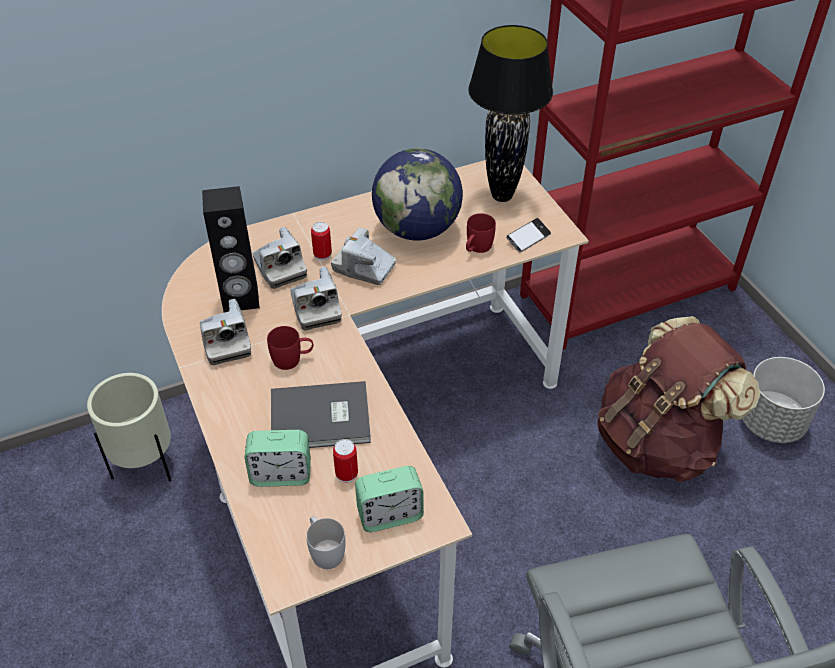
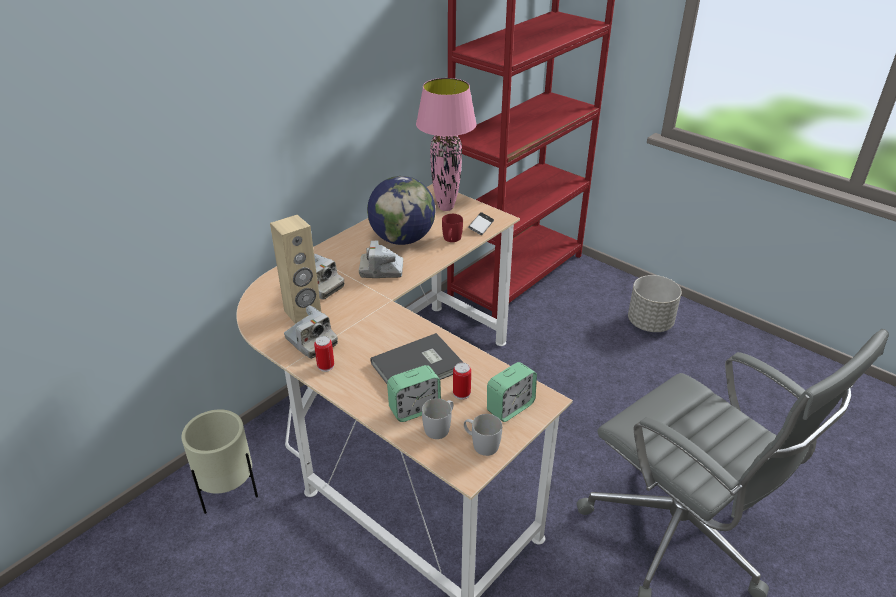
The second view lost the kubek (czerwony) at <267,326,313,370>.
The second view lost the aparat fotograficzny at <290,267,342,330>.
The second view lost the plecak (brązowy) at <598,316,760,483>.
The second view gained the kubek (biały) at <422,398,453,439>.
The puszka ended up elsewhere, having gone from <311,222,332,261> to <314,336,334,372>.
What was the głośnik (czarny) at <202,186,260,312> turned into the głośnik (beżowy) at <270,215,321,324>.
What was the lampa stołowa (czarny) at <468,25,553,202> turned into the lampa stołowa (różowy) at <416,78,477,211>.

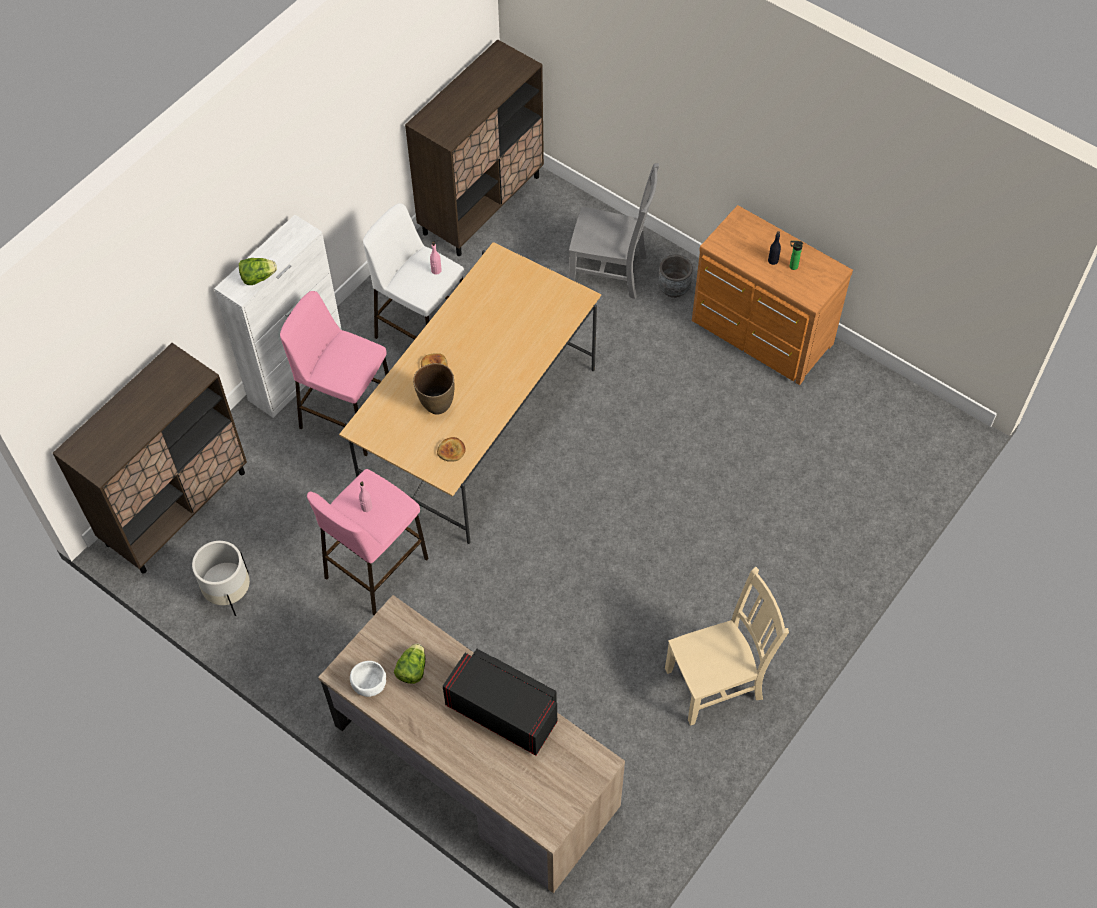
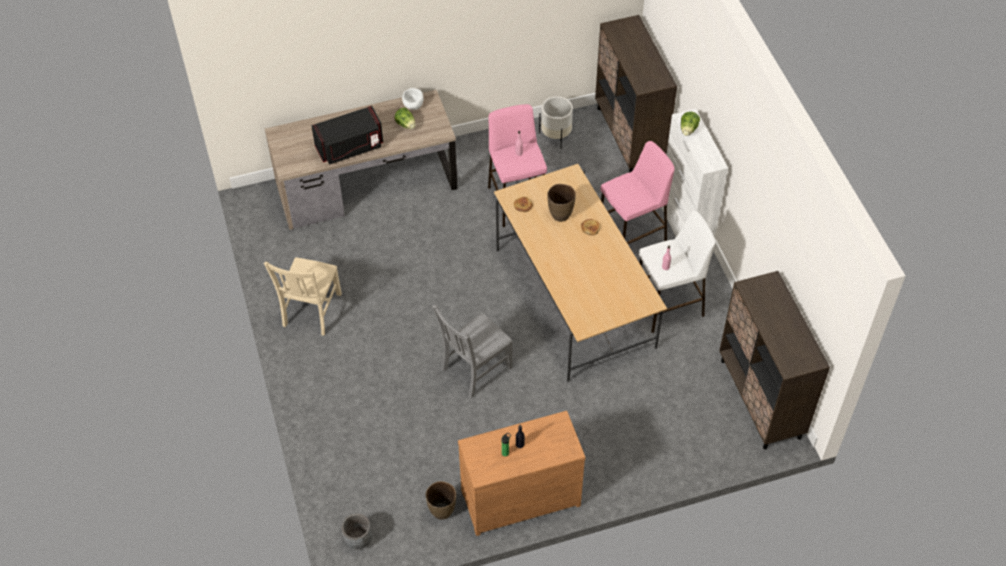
The second view gained the wazon (brązowy) at <426,481,456,520>.
The krzesło (szary) ended up elsewhere, having gone from <569,163,659,299> to <433,305,513,398>.
The donica (szary) ended up elsewhere, having gone from <658,254,693,298> to <341,513,372,549>.

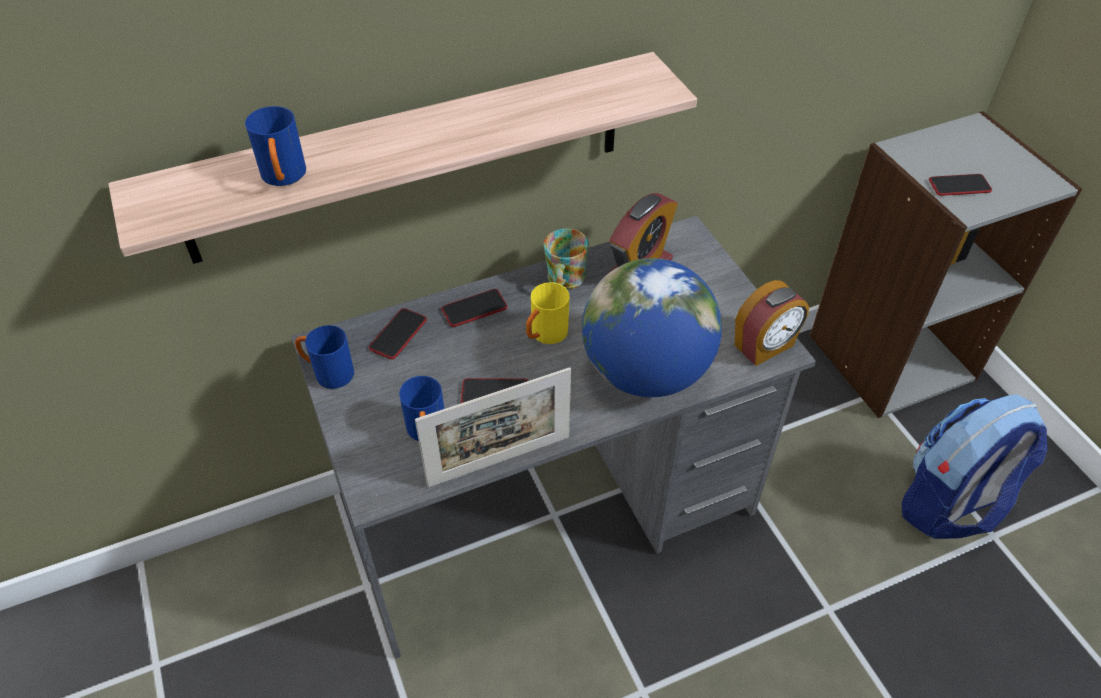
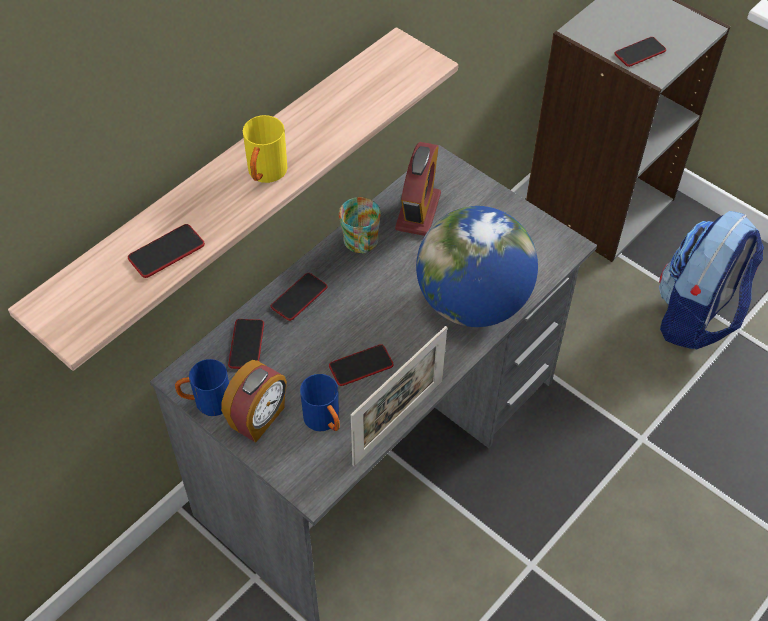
The kubek (żółty) ended up elsewhere, having gone from <526,282,569,344> to <243,115,287,183>.
The budzik ended up elsewhere, having gone from <735,280,809,366> to <221,360,287,442>.
Where the kubek (niebieski) stood at <245,106,306,186>, the telefon came to stand at <128,224,205,278>.

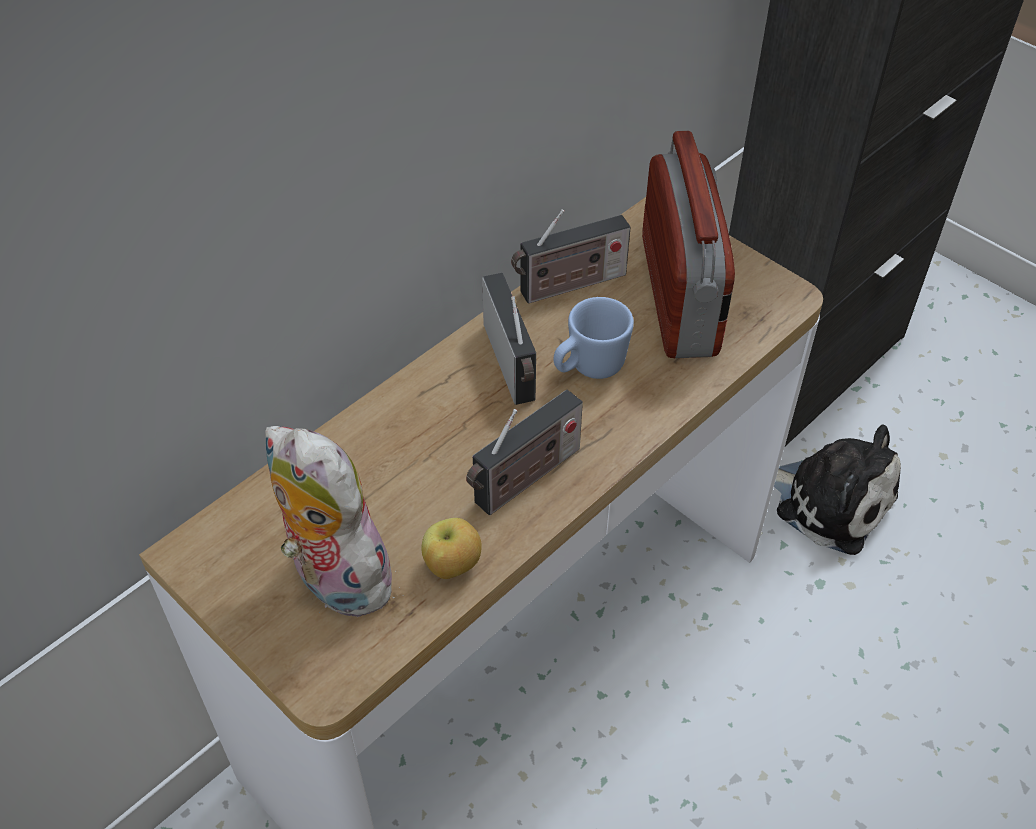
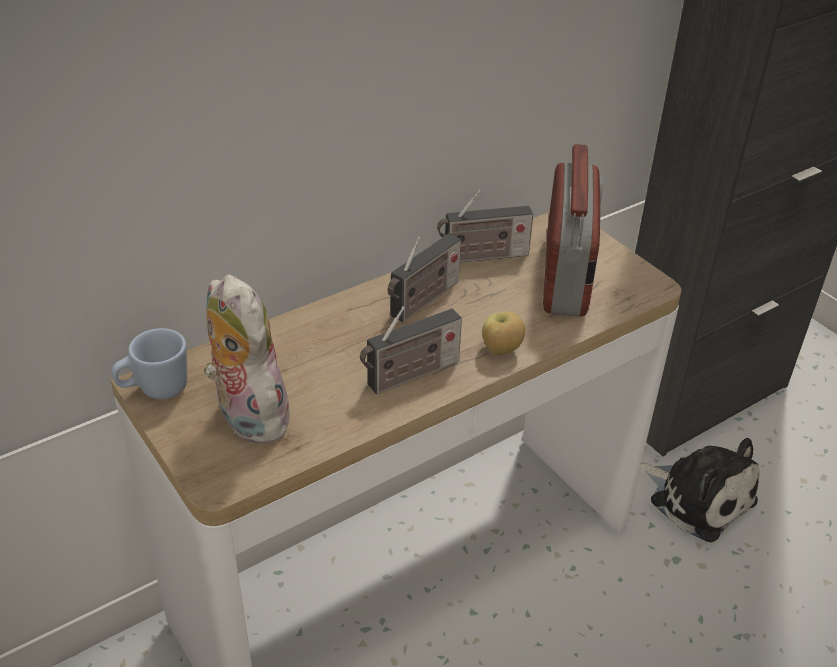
The jabłko ended up elsewhere, having gone from <422,518,482,579> to <482,311,525,355>.
The kubek (niebieski) ended up elsewhere, having gone from <553,297,634,379> to <112,328,187,399>.
The radio at <482,273,536,405> ended up facing another way, 45 degrees clockwise from before.

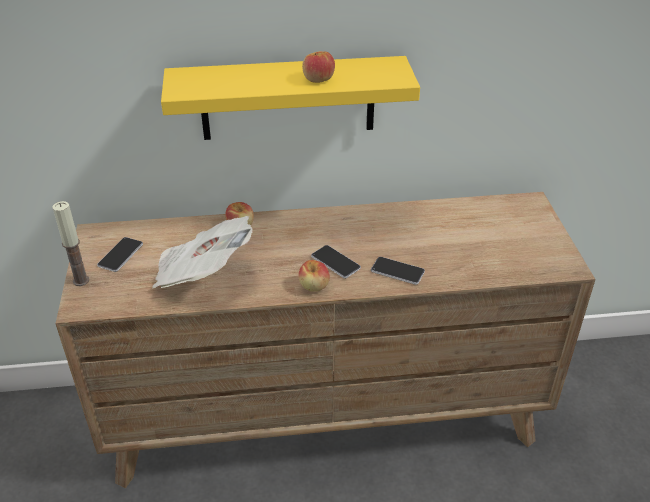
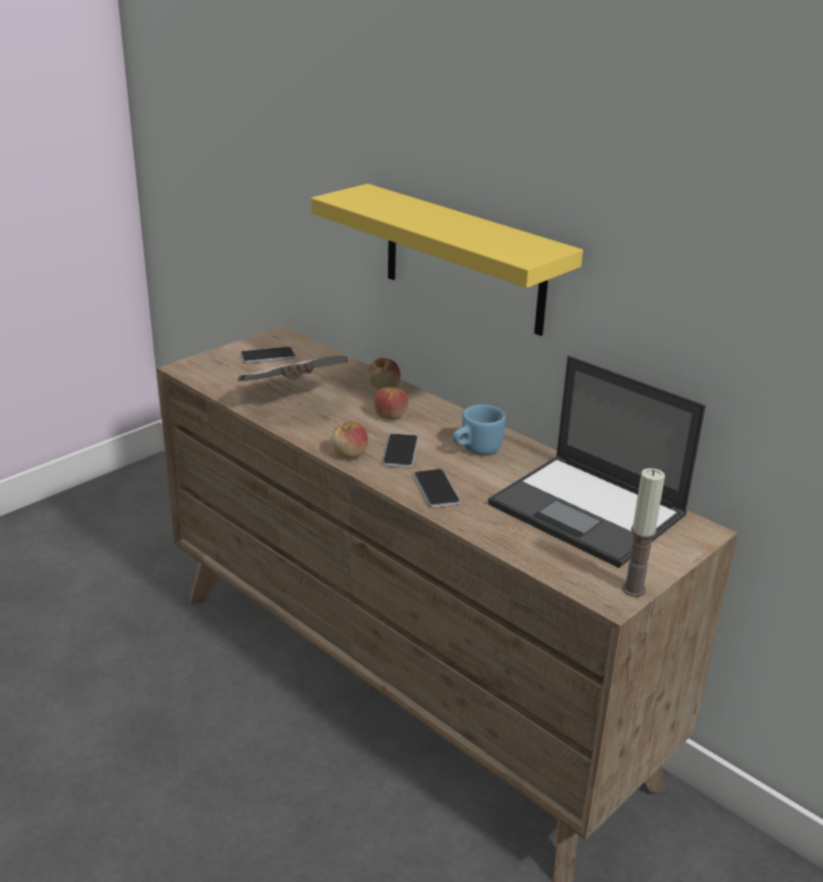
The second view gained the kubek (niebieski) at <453,404,506,455>.
The second view gained the laptop at <488,355,706,568>.
The świeca ended up elsewhere, having gone from <52,201,89,286> to <622,468,665,597>.
The jabłko ended up elsewhere, having gone from <302,51,335,83> to <373,387,408,420>.

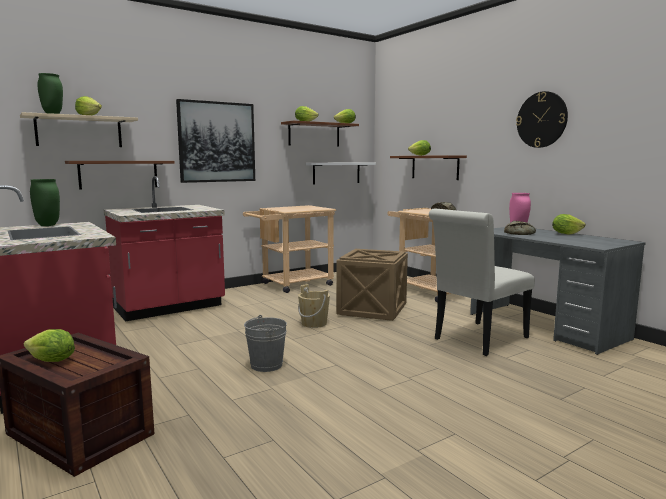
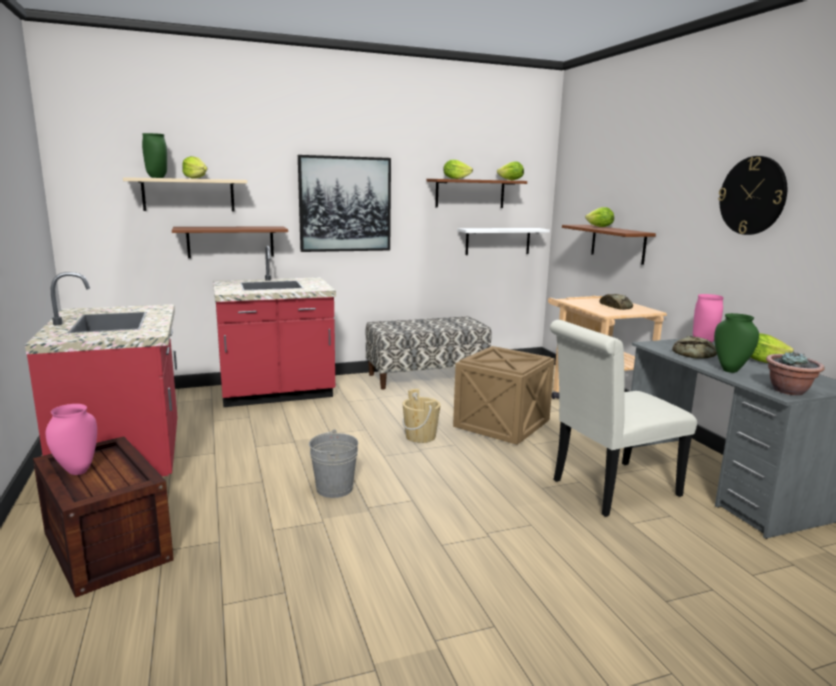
The second view gained the roślina doniczkowa at <766,351,825,395>.
The wazon (zielony) ended up elsewhere, having gone from <30,179,60,226> to <714,313,759,373>.
Where the sałata stood at <24,329,75,362>, the wazon (różowy) came to stand at <46,404,97,475>.
Where the wózek (beżowy) stood at <243,205,336,293>, the ławka came to stand at <365,316,492,389>.

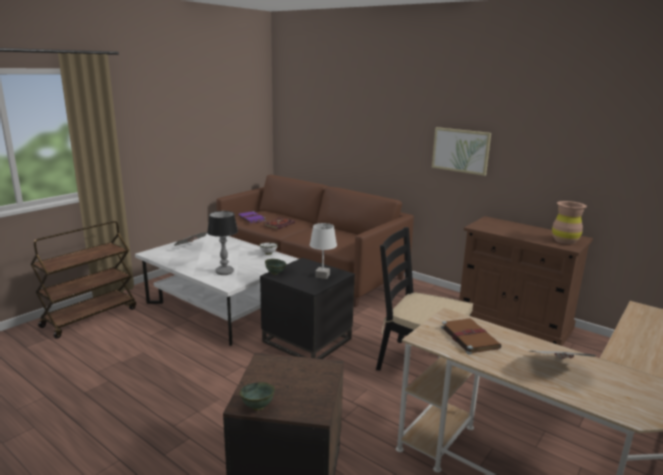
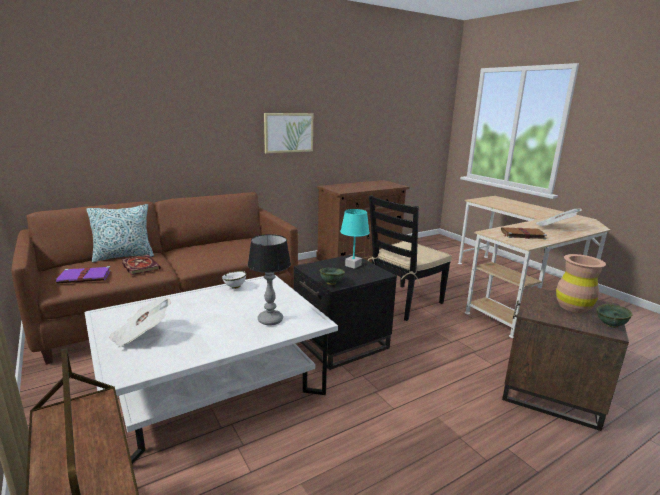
The second view gained the poduszka at <86,204,154,262>.
The wazon (brązowy) ended up elsewhere, having gone from <552,201,587,244> to <556,254,606,313>.
What was the lampa stołowa (biały) at <309,223,337,279> turned into the lampa stołowa (turkusowy) at <340,209,370,269>.

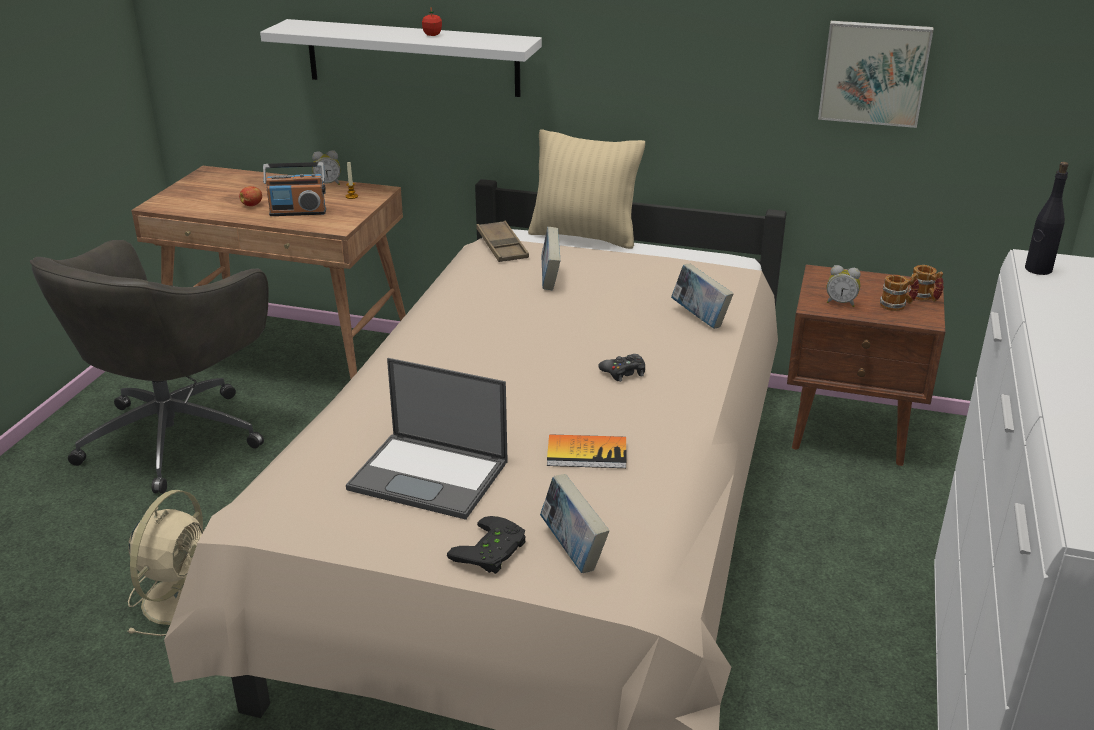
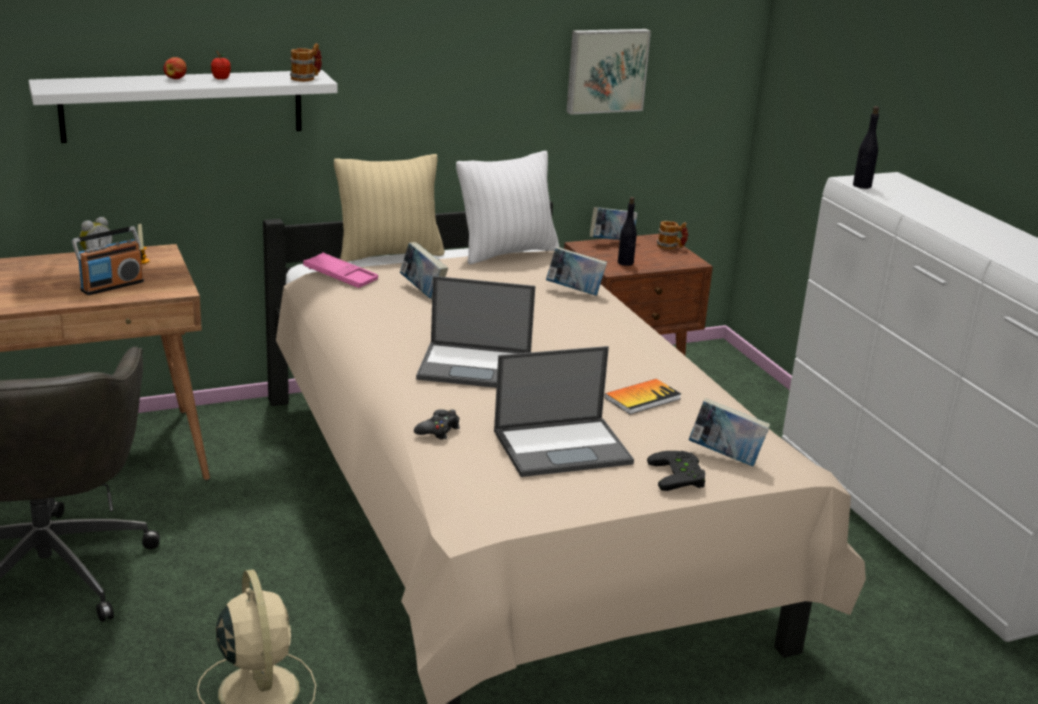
The second view gained the laptop at <416,276,535,388>.
The second view gained the poduszka (biały) at <456,151,560,264>.
The second view gained the książka at <590,207,638,240>.
The jabłko ended up elsewhere, having gone from <239,186,262,206> to <164,57,187,79>.
The pad do gier (czarny) ended up elsewhere, having gone from <598,354,645,382> to <414,409,460,440>.
The kubek ended up elsewhere, having gone from <880,273,919,311> to <290,43,322,82>.
Where the budzik stood at <827,265,861,307>, the butelka (czarny) came to stand at <618,197,637,266>.
What was the taca (brązowy) at <477,221,529,262> turned into the taca (różowy) at <303,252,378,288>.

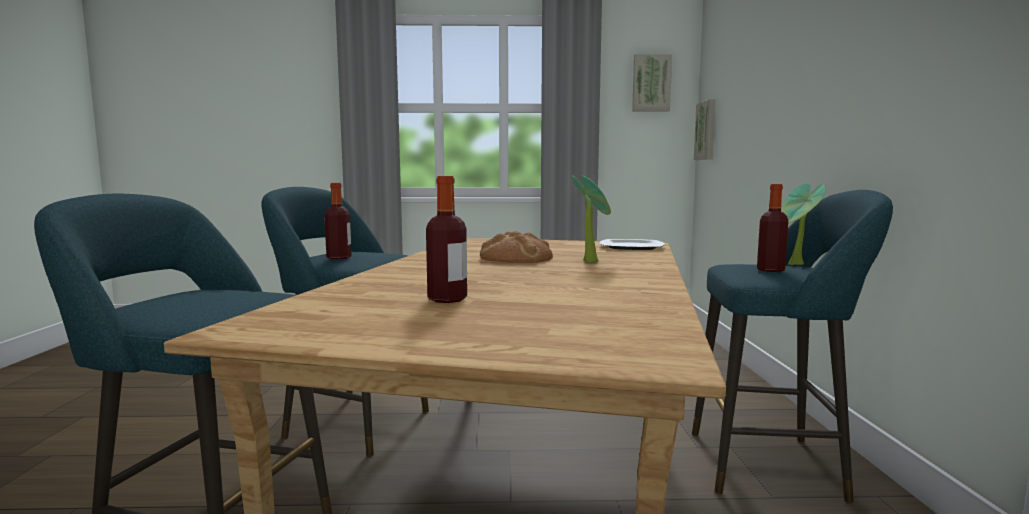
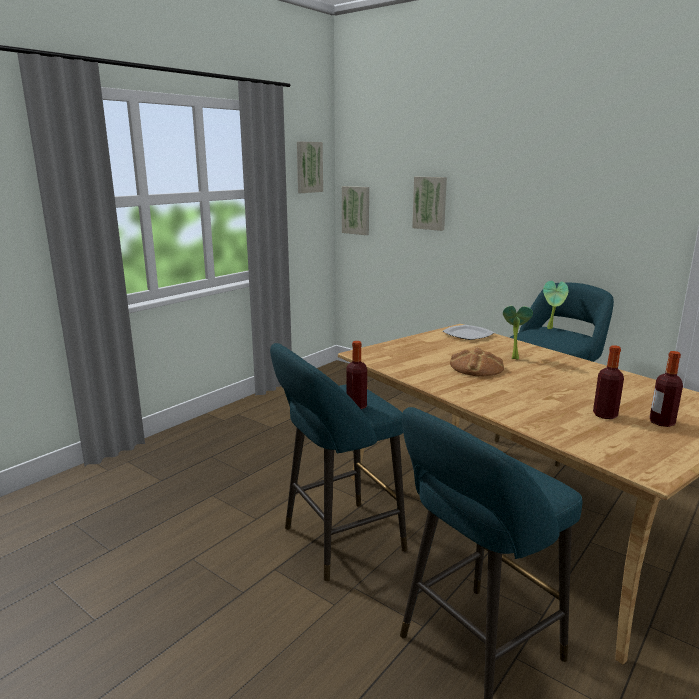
The second view gained the obraz at <412,177,447,231>.
The butelka ended up elsewhere, having gone from <757,184,789,272> to <650,351,683,427>.

